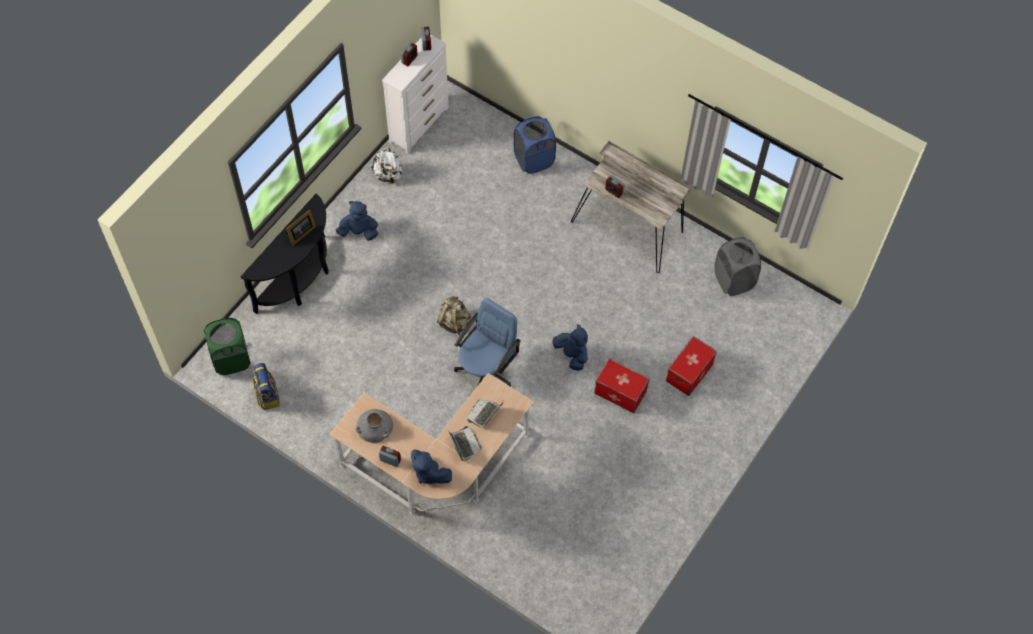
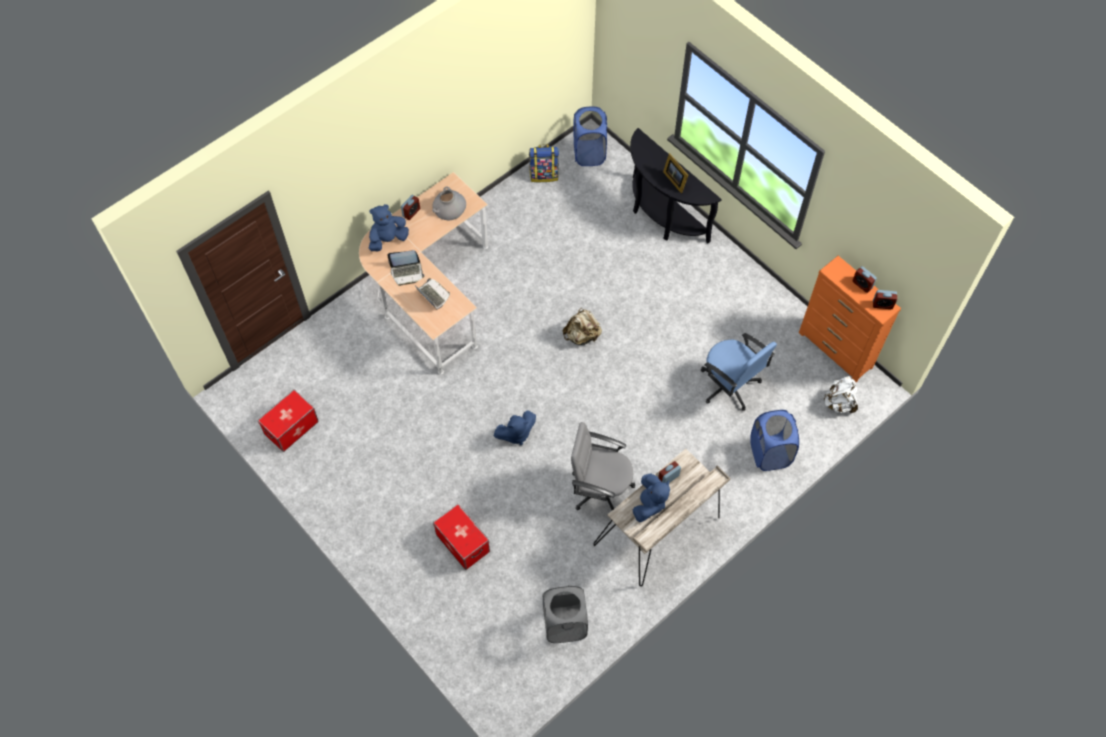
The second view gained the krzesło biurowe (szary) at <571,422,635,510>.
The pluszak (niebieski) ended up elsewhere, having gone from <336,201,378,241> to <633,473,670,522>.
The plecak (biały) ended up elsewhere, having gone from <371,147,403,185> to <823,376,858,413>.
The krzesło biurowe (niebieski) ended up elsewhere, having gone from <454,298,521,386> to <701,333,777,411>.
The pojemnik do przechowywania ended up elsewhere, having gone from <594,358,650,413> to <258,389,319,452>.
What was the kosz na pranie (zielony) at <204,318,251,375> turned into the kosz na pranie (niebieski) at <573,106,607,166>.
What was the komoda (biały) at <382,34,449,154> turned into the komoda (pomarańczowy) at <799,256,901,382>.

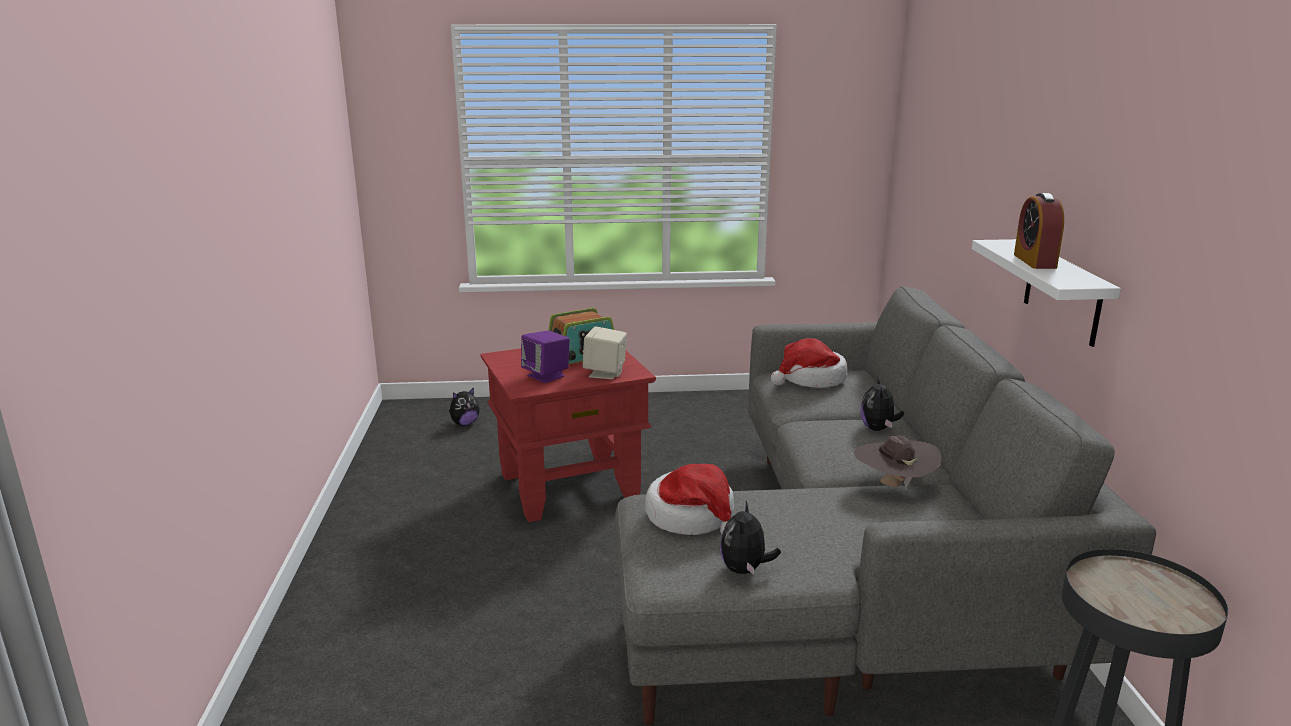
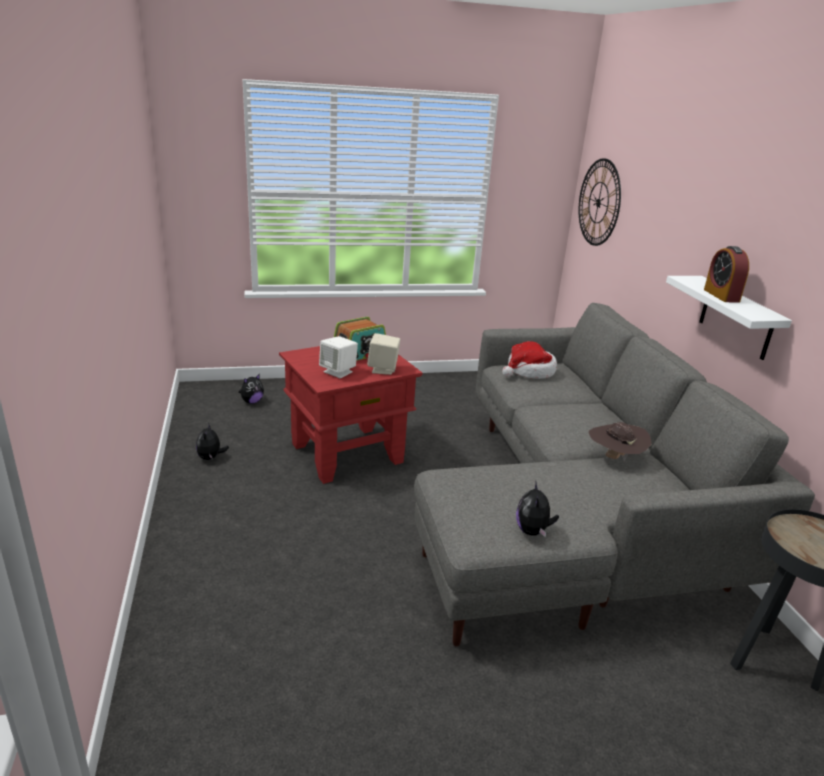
The second view lost the kapelusz at <645,464,734,535>.
The second view gained the zegar ścienny at <579,158,621,246>.
The pluszak ended up elsewhere, having gone from <860,376,904,431> to <196,423,229,460>.
What was the głośnik (fioletowy) at <521,331,569,383> turned into the głośnik (biały) at <319,336,358,378>.

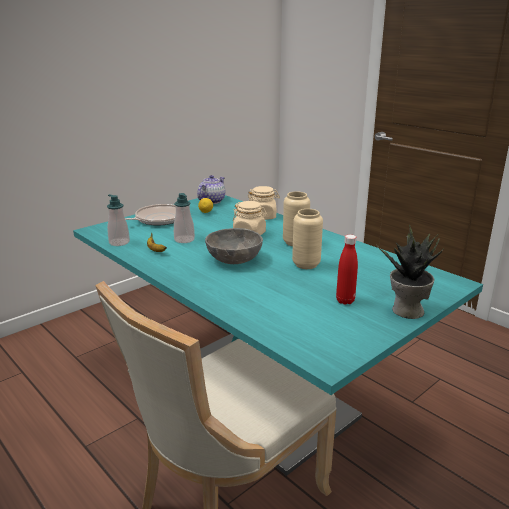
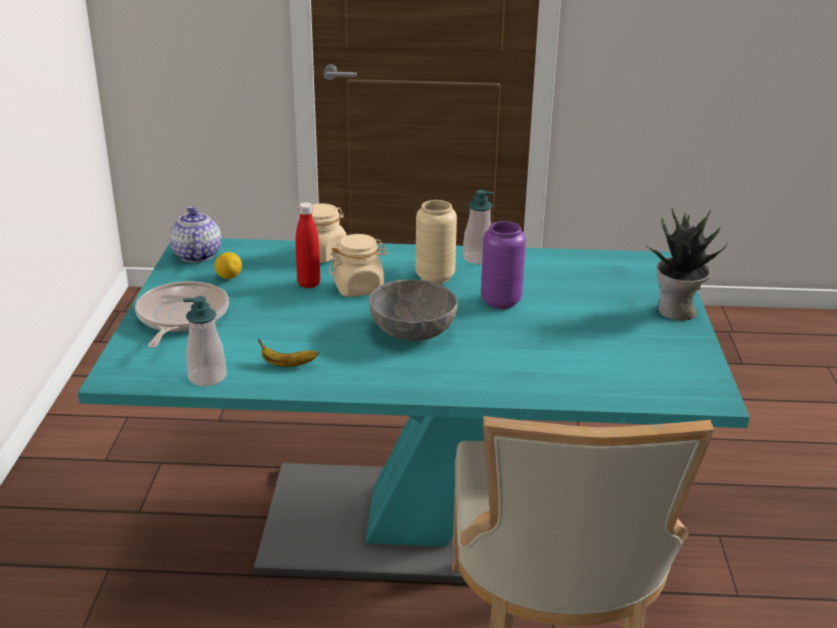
The dozownik mydła ended up elsewhere, having gone from <174,193,195,243> to <463,190,494,264>.
The butelka (czerwony) ended up elsewhere, having gone from <336,235,358,305> to <296,202,320,288>.
What was the wazon (beżowy) at <292,209,323,269> turned into the wazon (fioletowy) at <481,221,526,309>.

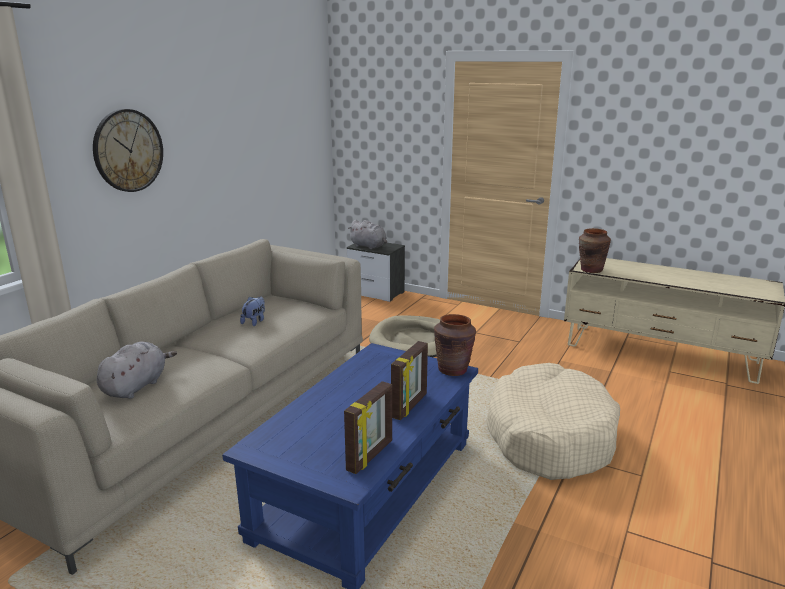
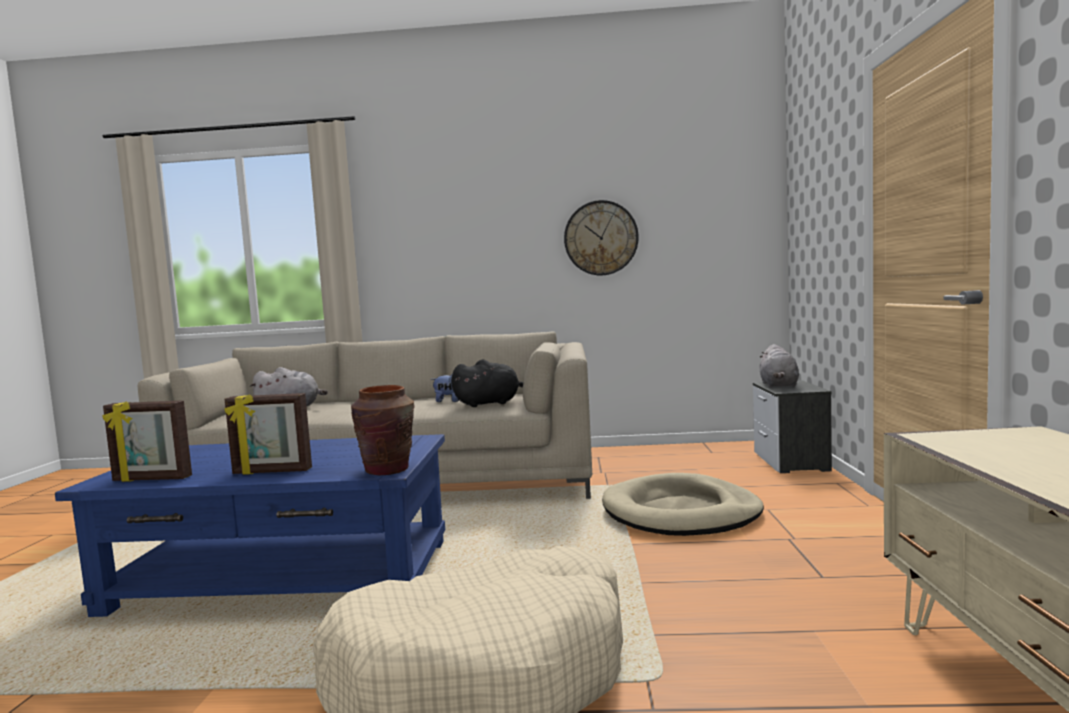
The second view lost the wazon (brązowy) at <579,228,611,273>.
The second view gained the pluszak (czarny) at <451,360,523,407>.
The zegar ścienny ended up elsewhere, having gone from <93,109,163,192> to <564,200,639,275>.

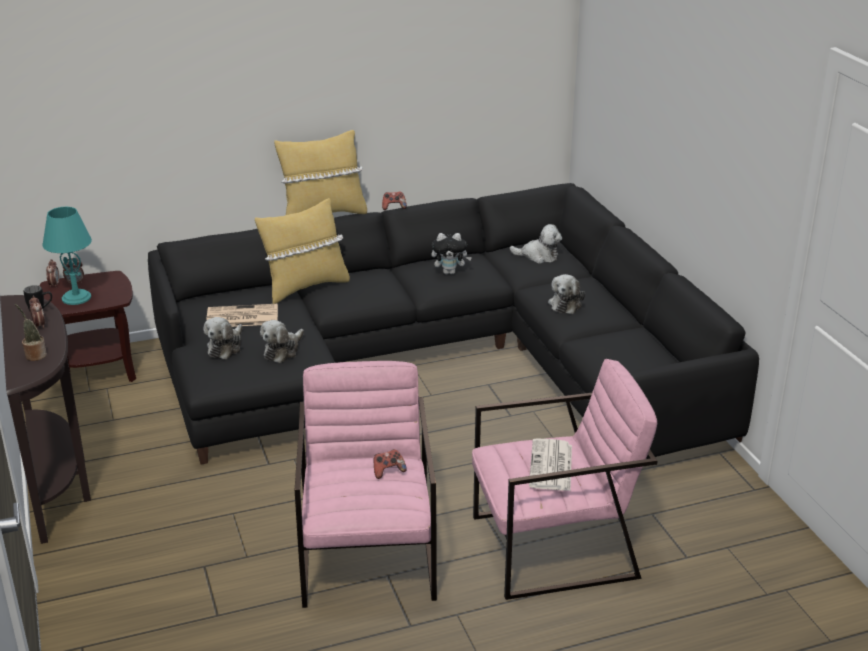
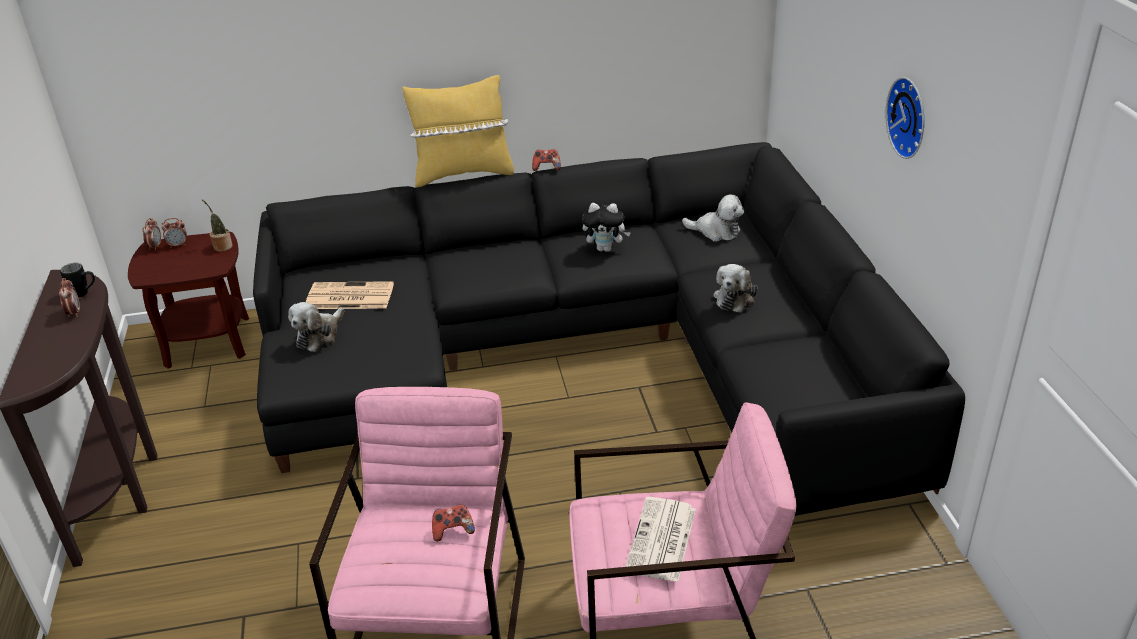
The second view lost the lampa stołowa (turkusowy) at <42,207,92,305>.
The second view lost the poduszka (żółty) at <255,198,350,304>.
The second view lost the pluszak at <260,320,304,363>.
The second view gained the zegar ścienny at <886,77,925,159>.
The roślina doniczkowa ended up elsewhere, having gone from <15,304,47,361> to <202,199,233,252>.

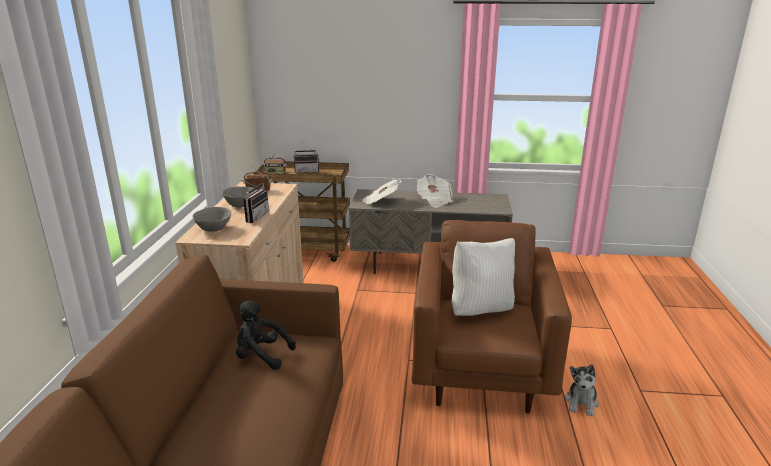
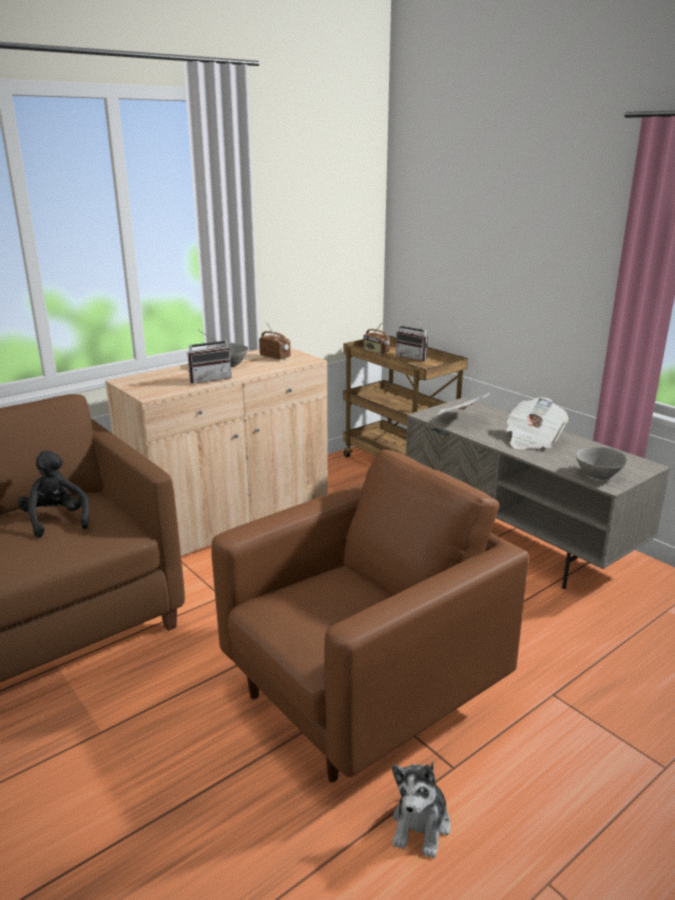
The second view lost the poduszka (biały) at <452,238,515,316>.
The miska (szary) ended up elsewhere, having gone from <192,207,232,232> to <576,447,627,479>.
The pluszak at <565,364,599,417> ended up facing another way, 45 degrees counterclockwise from before.

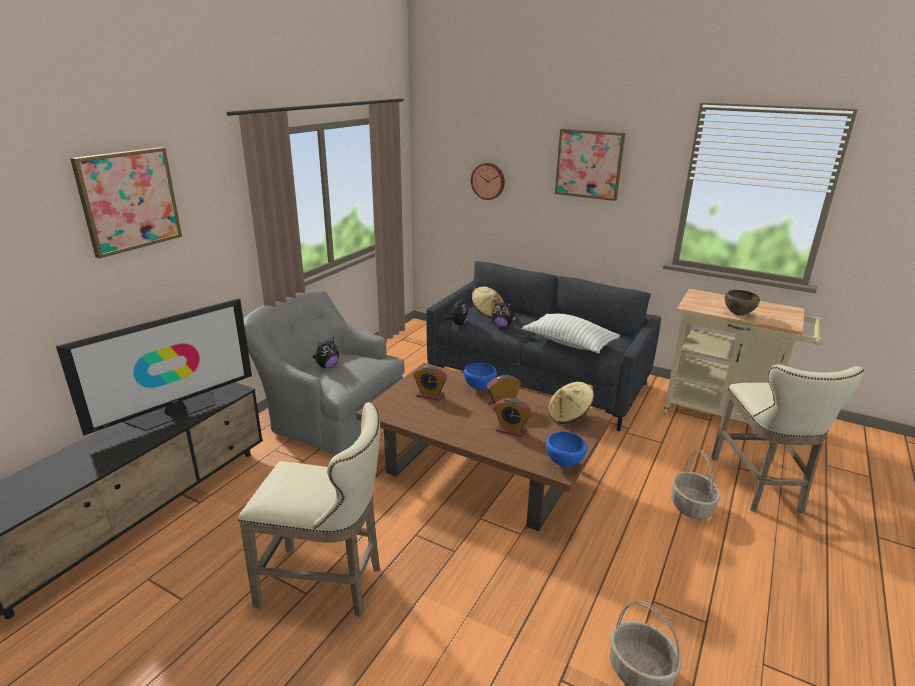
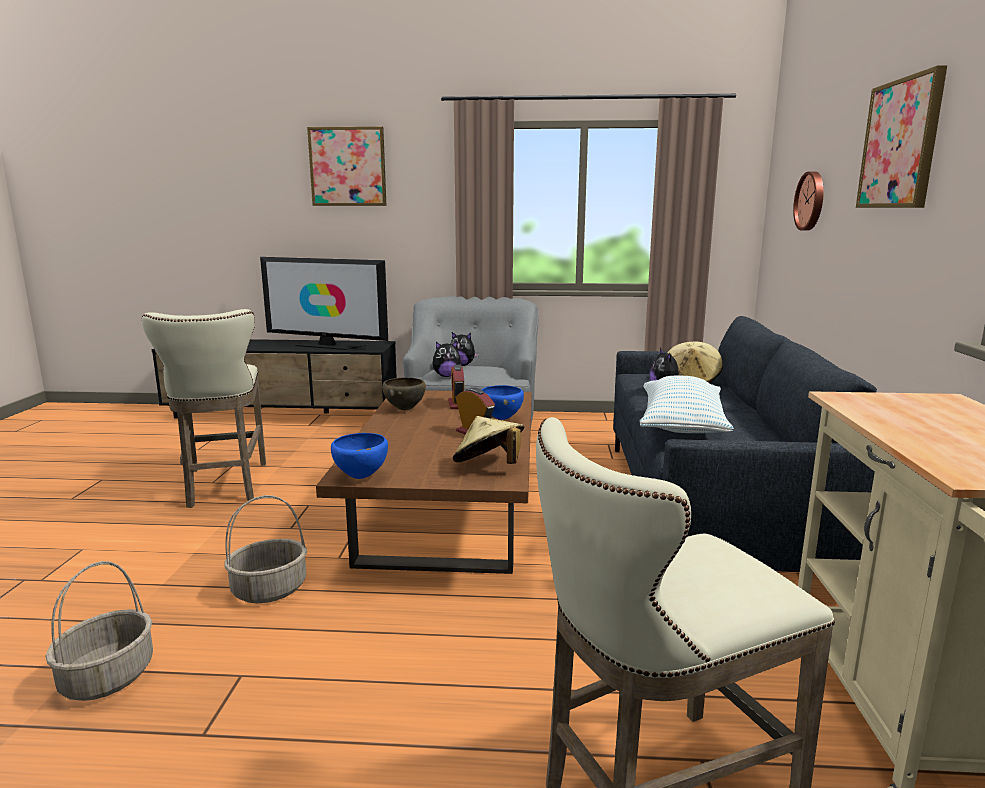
The second view lost the budzik at <494,398,531,437>.
The pluszak ended up elsewhere, having gone from <445,297,469,325> to <433,341,462,377>.
The koszyk ended up elsewhere, having gone from <671,449,721,520> to <225,495,307,603>.
The miska (brązowy) ended up elsewhere, having gone from <725,290,760,316> to <382,377,426,410>.

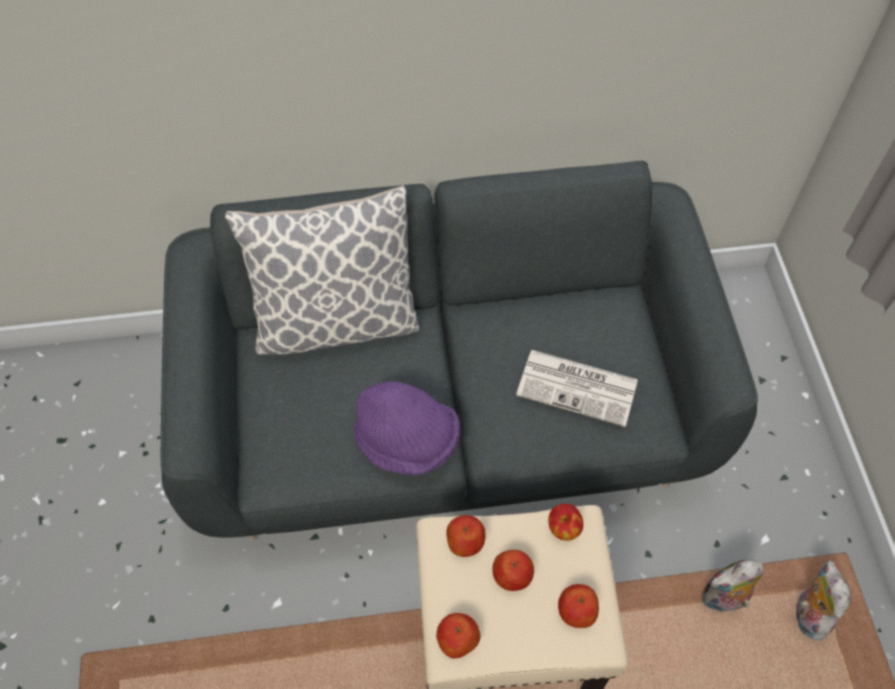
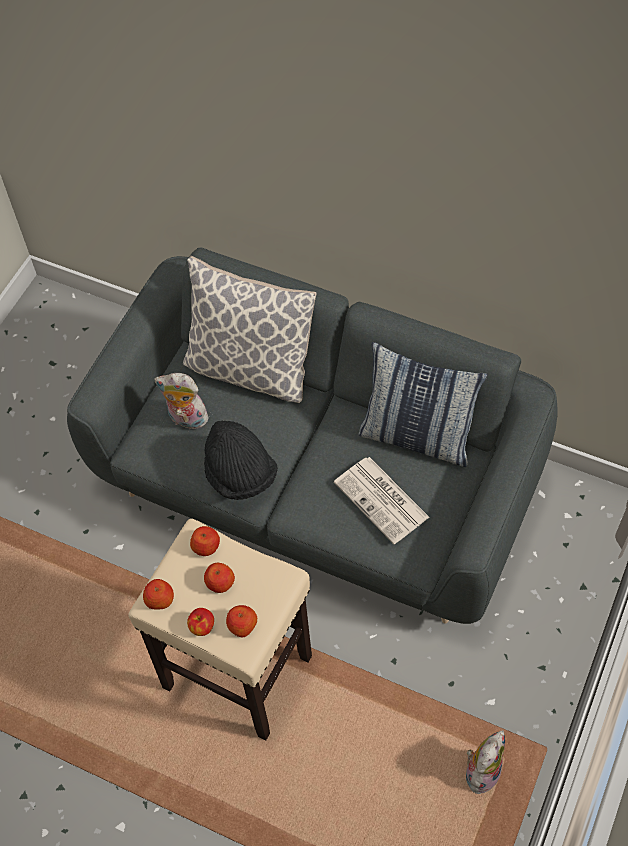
The second view gained the poduszka at <359,342,487,467>.
The jabłko ended up elsewhere, having gone from <548,504,583,541> to <187,608,214,636>.
The pluszak ended up elsewhere, having gone from <702,559,763,612> to <154,373,208,429>.
What was the kapelusz (fioletowy) at <354,381,461,475> turned into the kapelusz (czarny) at <204,421,278,500>.

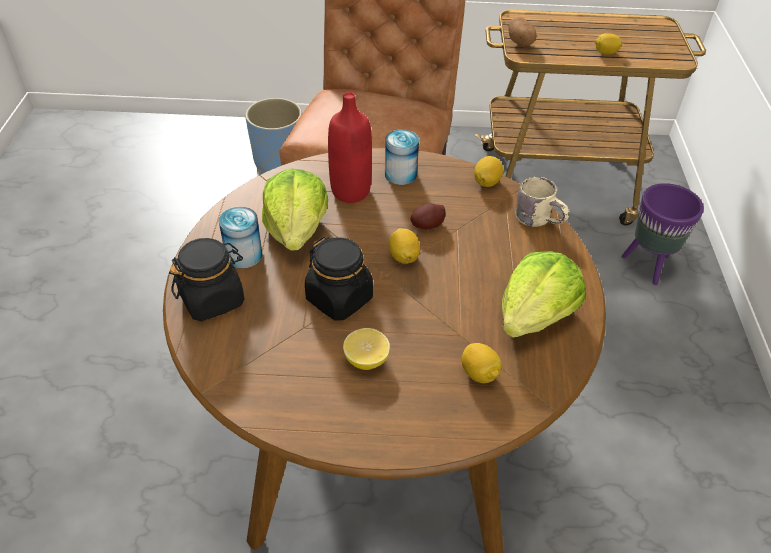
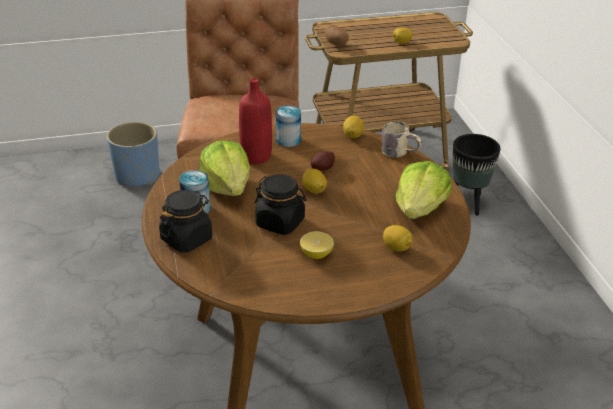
What was the donica (fioletowy) at <621,183,704,285> turned into the donica (czarny) at <453,134,501,216>.

